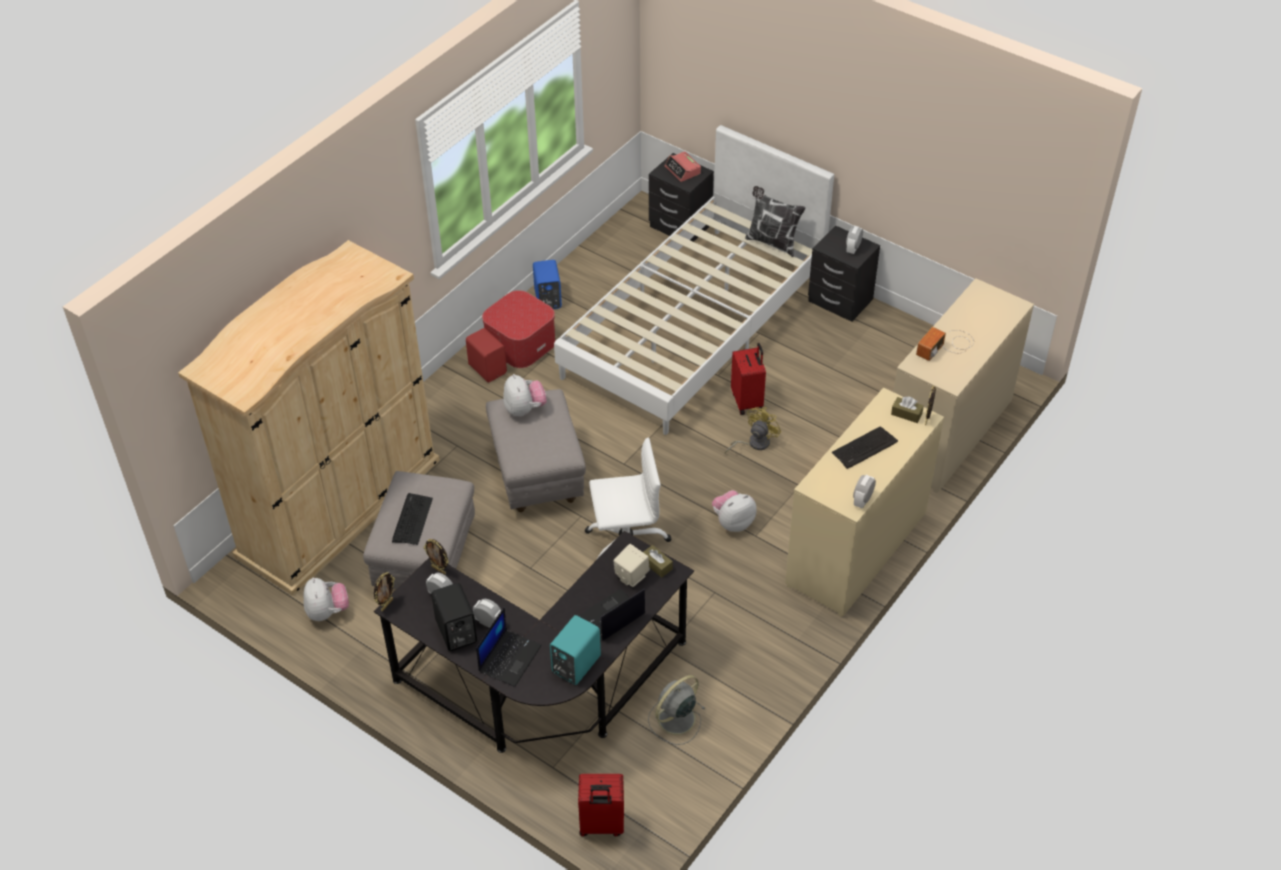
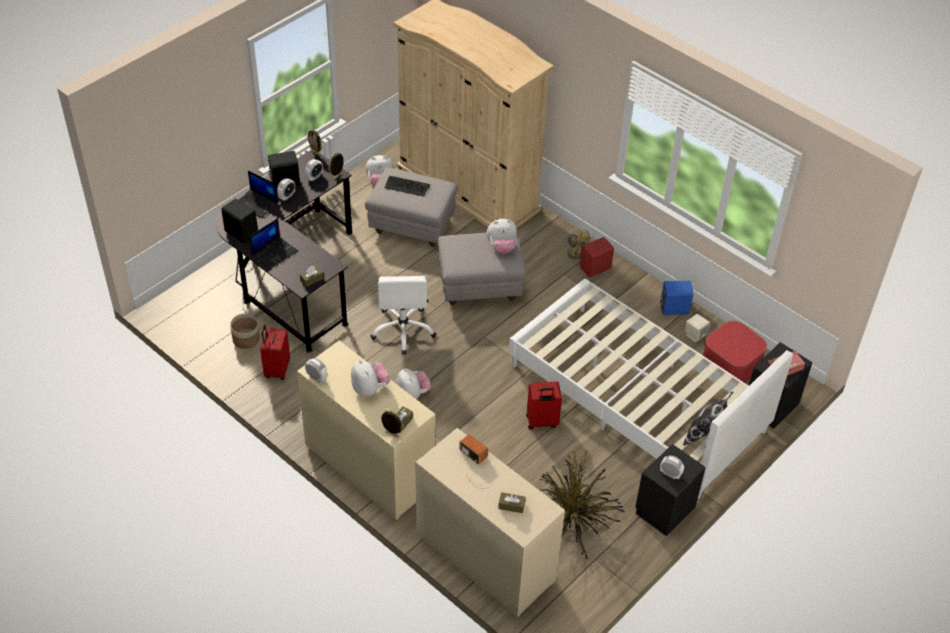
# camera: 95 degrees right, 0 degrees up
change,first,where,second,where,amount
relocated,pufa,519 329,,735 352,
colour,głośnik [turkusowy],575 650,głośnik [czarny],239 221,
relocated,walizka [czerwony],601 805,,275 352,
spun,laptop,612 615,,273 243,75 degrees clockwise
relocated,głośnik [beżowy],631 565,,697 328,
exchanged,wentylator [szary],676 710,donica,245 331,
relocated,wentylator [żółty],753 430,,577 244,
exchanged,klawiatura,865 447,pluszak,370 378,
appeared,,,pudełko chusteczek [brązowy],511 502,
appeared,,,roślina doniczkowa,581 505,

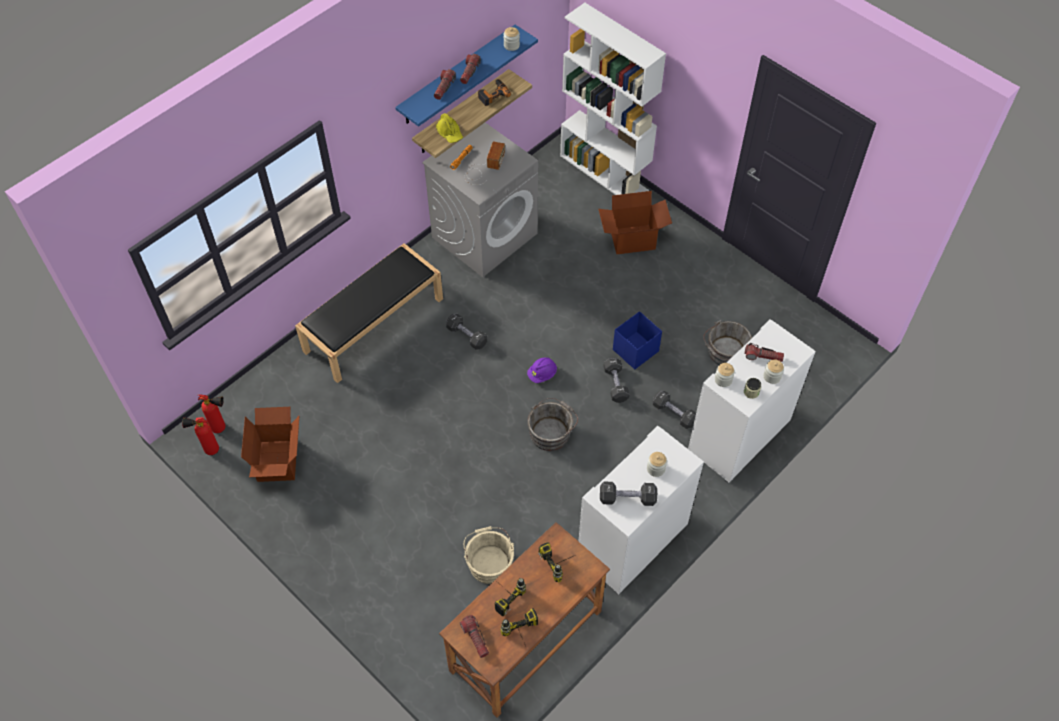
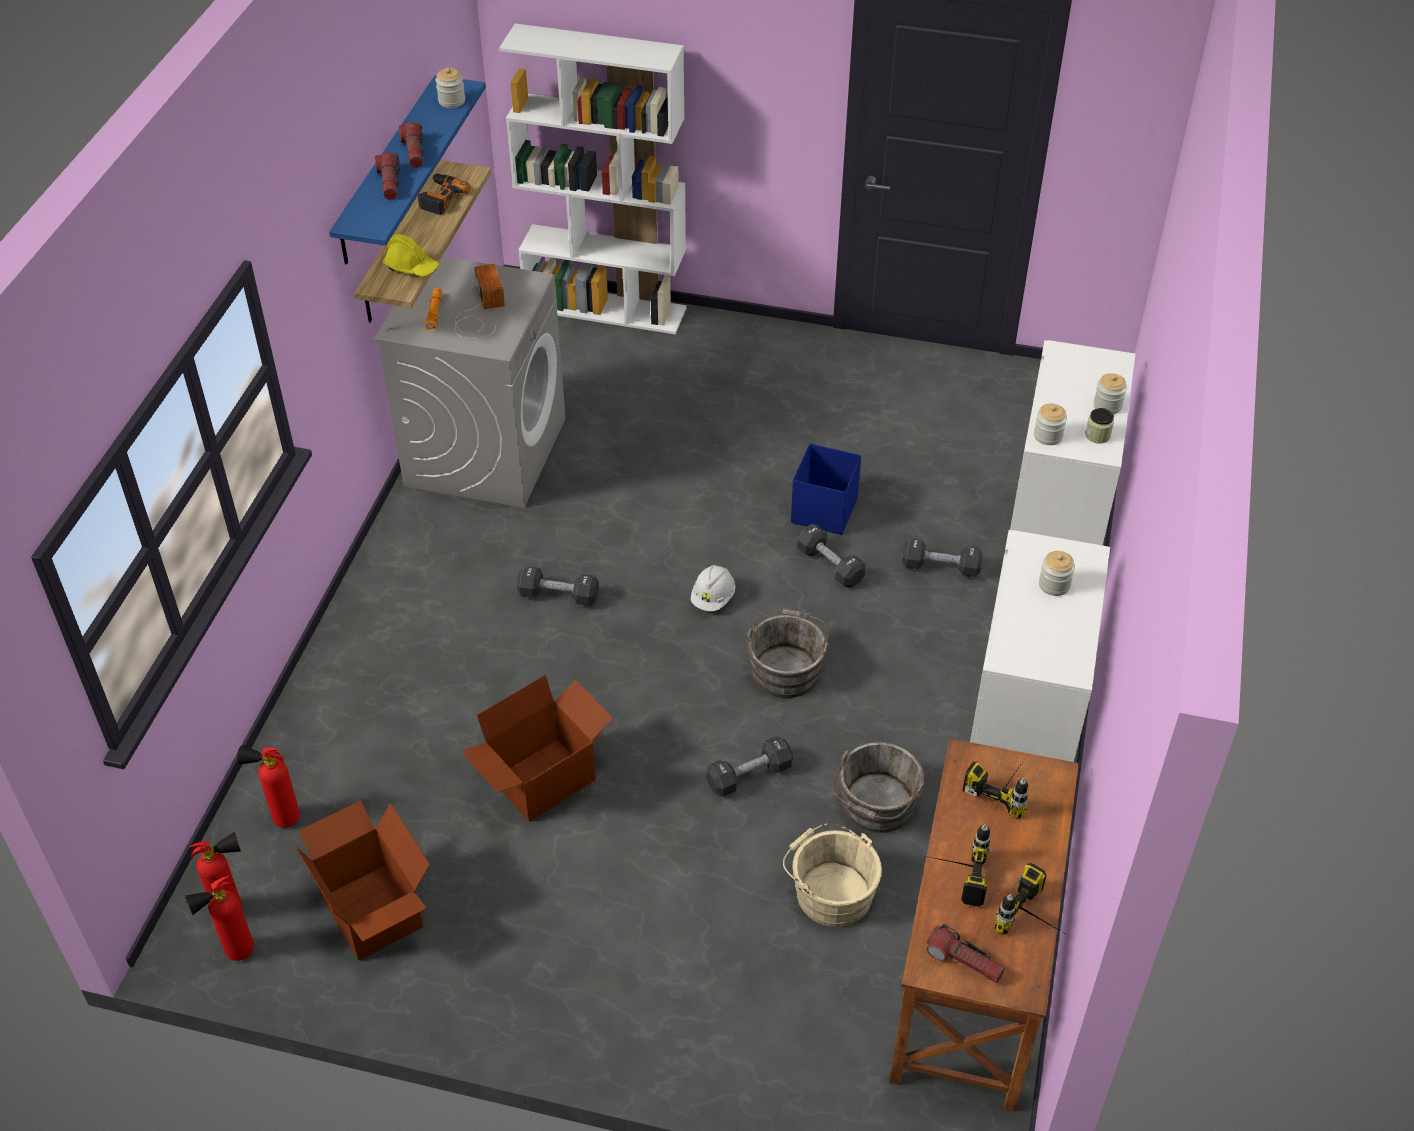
# camera: 30 degrees left, 10 degrees down
change,first,where,second,where,amount
missing,ławka [czarny],369 313,,,
colour,kask [fioletowy],542 370,kask [biały],713 588,
relocated,karton,635 222,,537 748,
relocated,hantel [czarny],628 494,,749 767,
relocated,wiadro [szary],727 342,,878 787,
missing,latarka,764 352,,,
appeared,,,gaśnica,268 786,

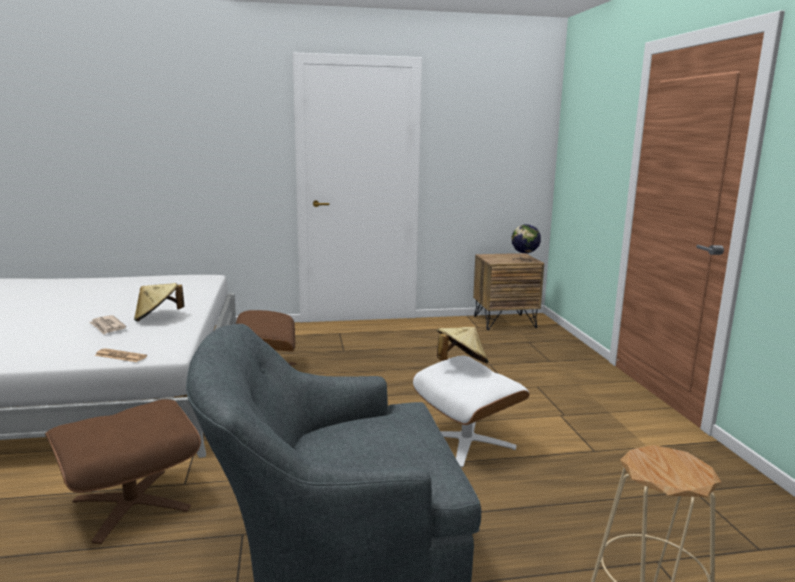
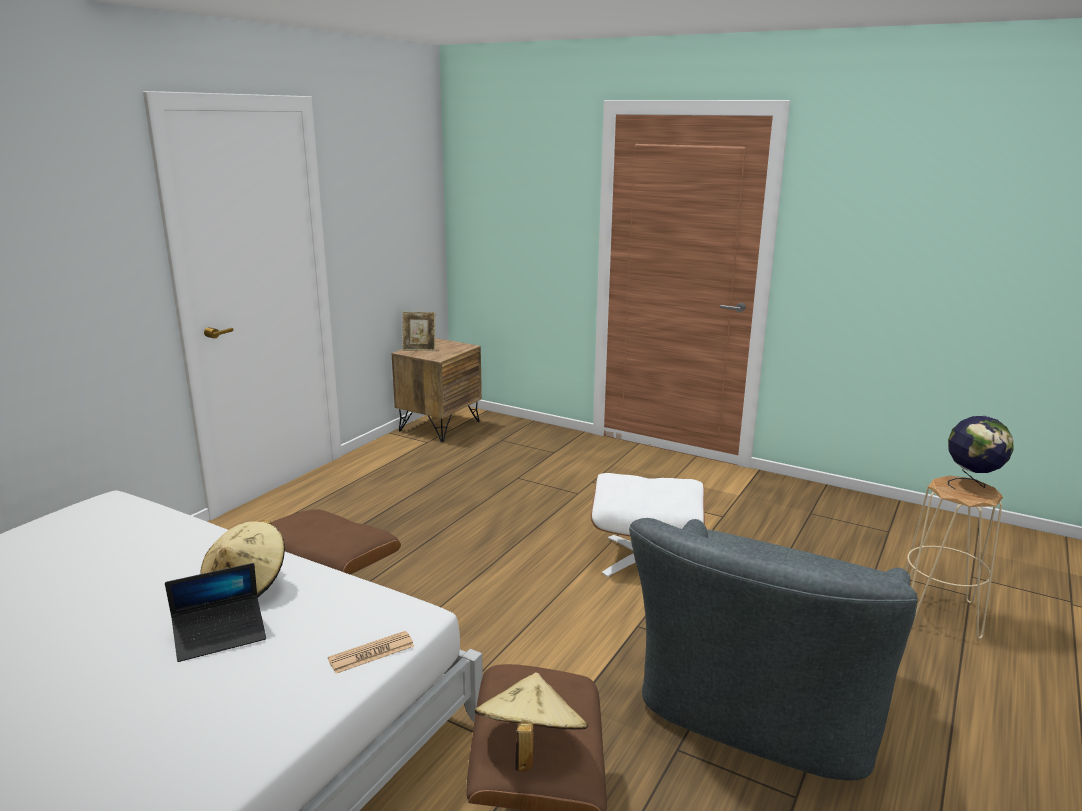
# camera: 50 degrees left, 5 degrees up
change,first,where,second,where,amount
exchanged,gazeta,107 324,laptop,215 612,
relocated,kapelusz [beżowy],463 345,,531 722,
relocated,globus,526 243,,981 452,
appeared,,,ramka na zdjęcie,418 331,

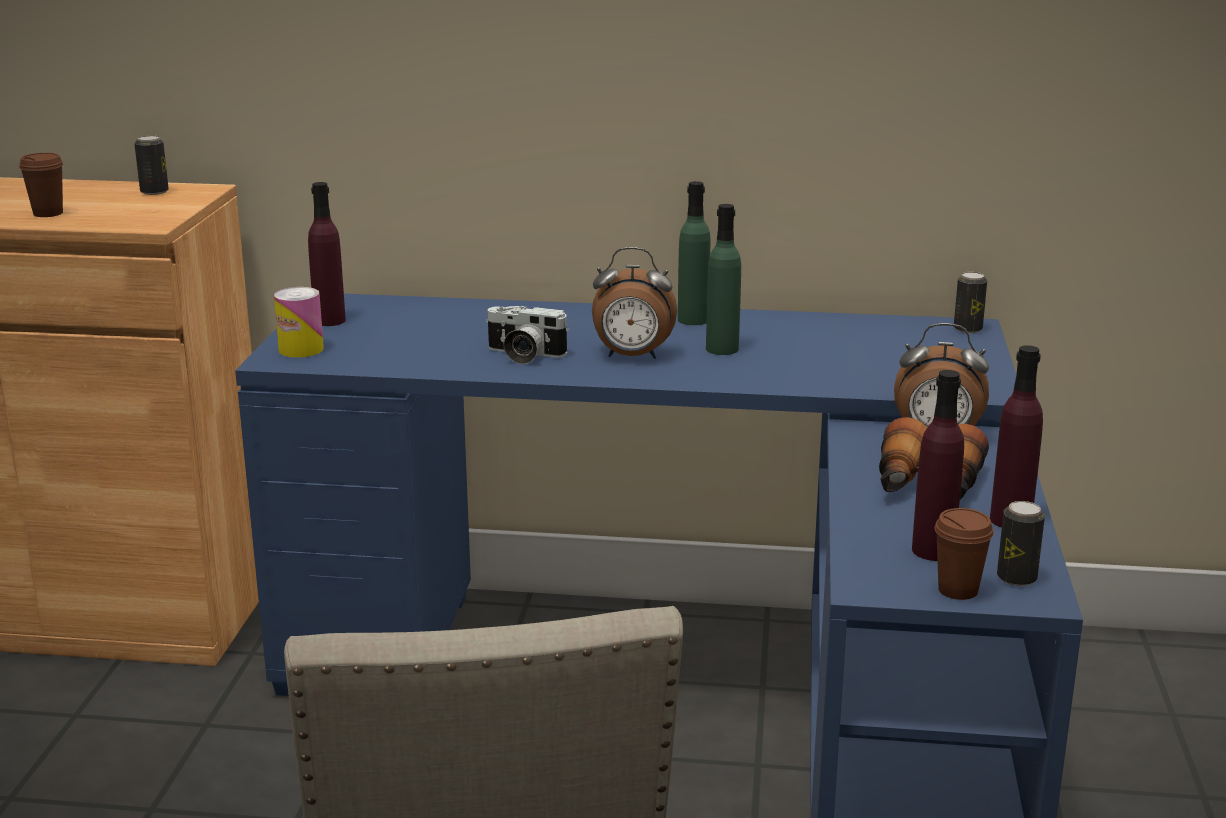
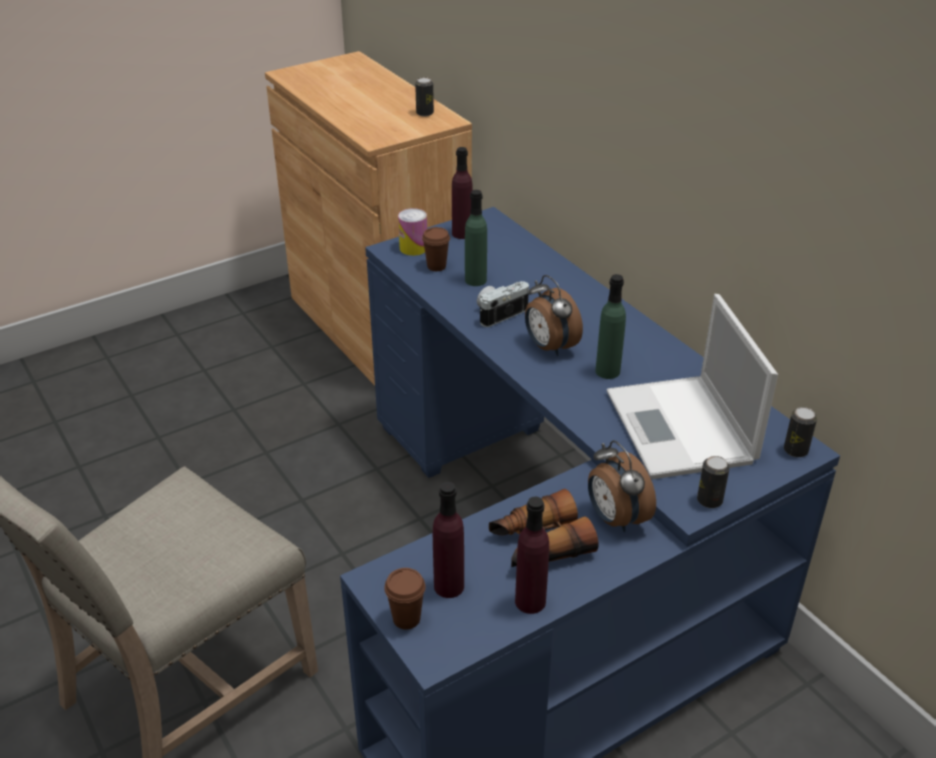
# camera: 50 degrees right, 15 degrees up
change,first,where,second,where,amount
relocated,filiżanka [brązowy],41 185,,436 249,
spun,aparat fotograficzny,527 335,,503 304,75 degrees clockwise
relocated,butelka [zielony],694 253,,476 238,
relocated,puszka,1021 543,,713 482,
appeared,,,laptop,692 386,

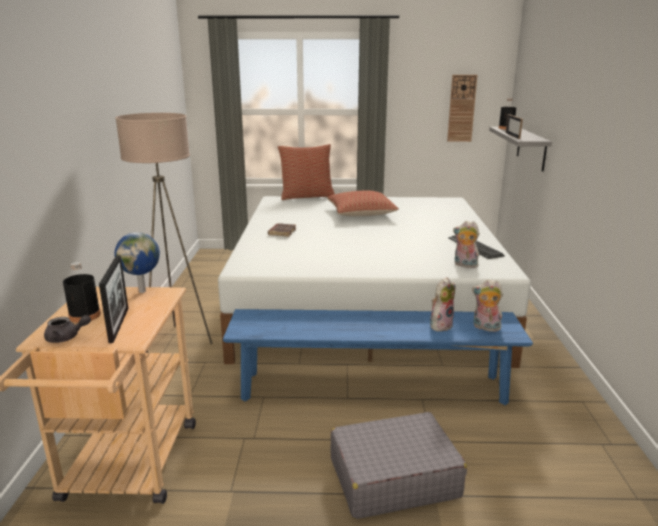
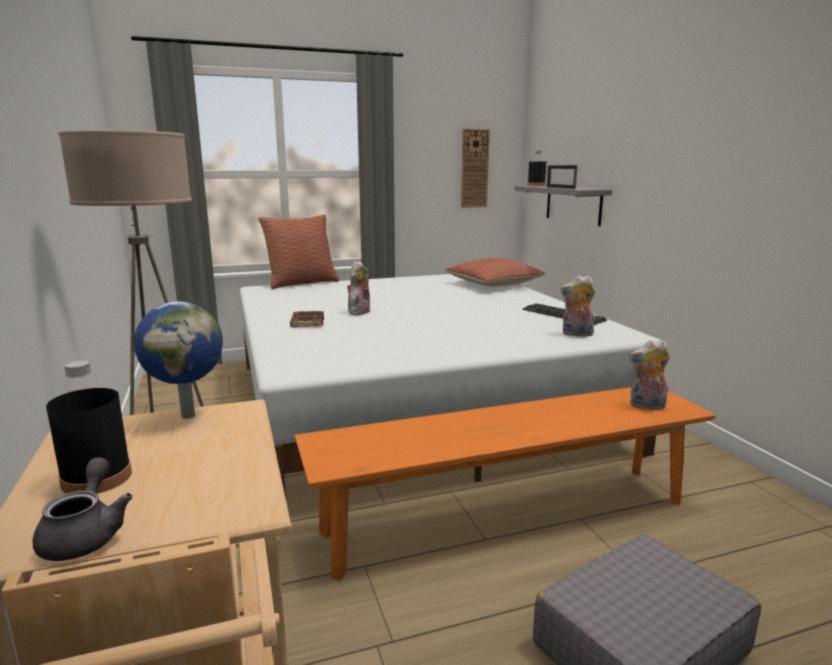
# camera: 20 degrees left, 5 degrees down
change,first,where,second,where,amount
spun,imbryk [szary],67 329,,82 509,75 degrees counterclockwise
missing,ramka na zdjęcie,113 299,,,
colour,ławka [niebieski],378 357,ławka [pomarańczowy],505 484,
relocated,poduszka,363 203,,495 272,
relocated,pluszak,442 304,,359 288,

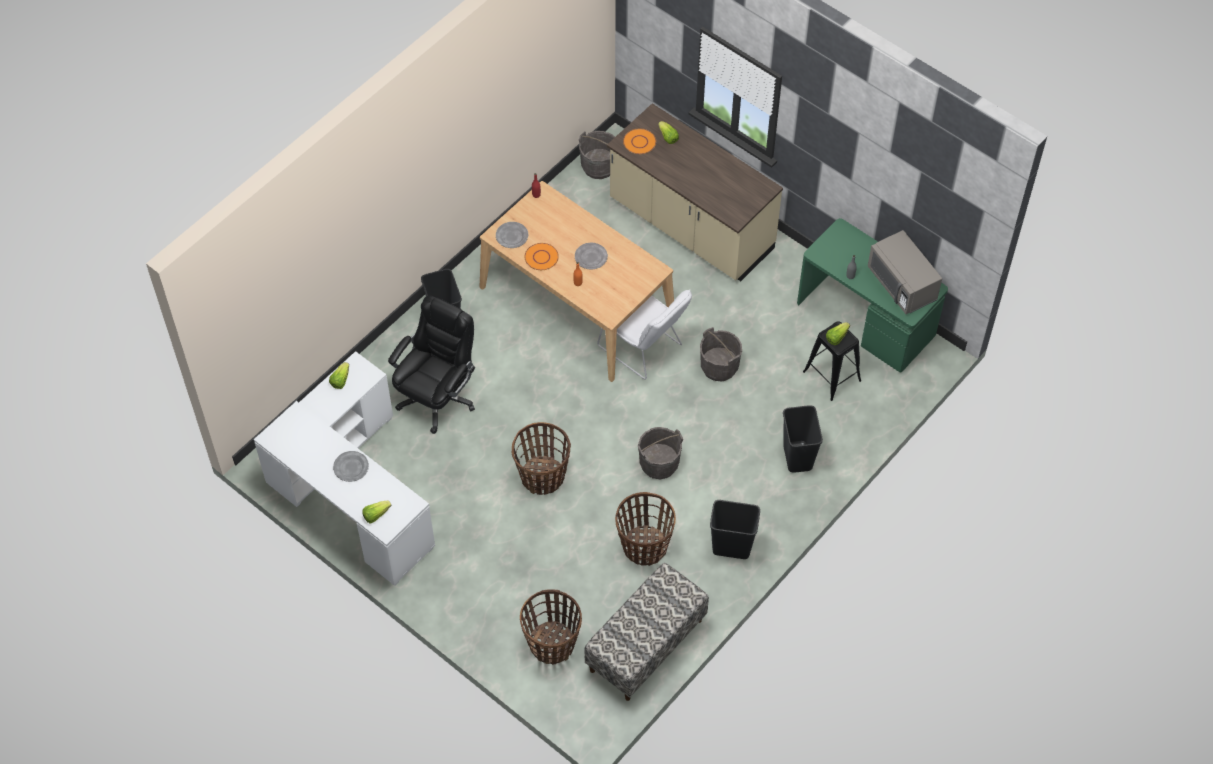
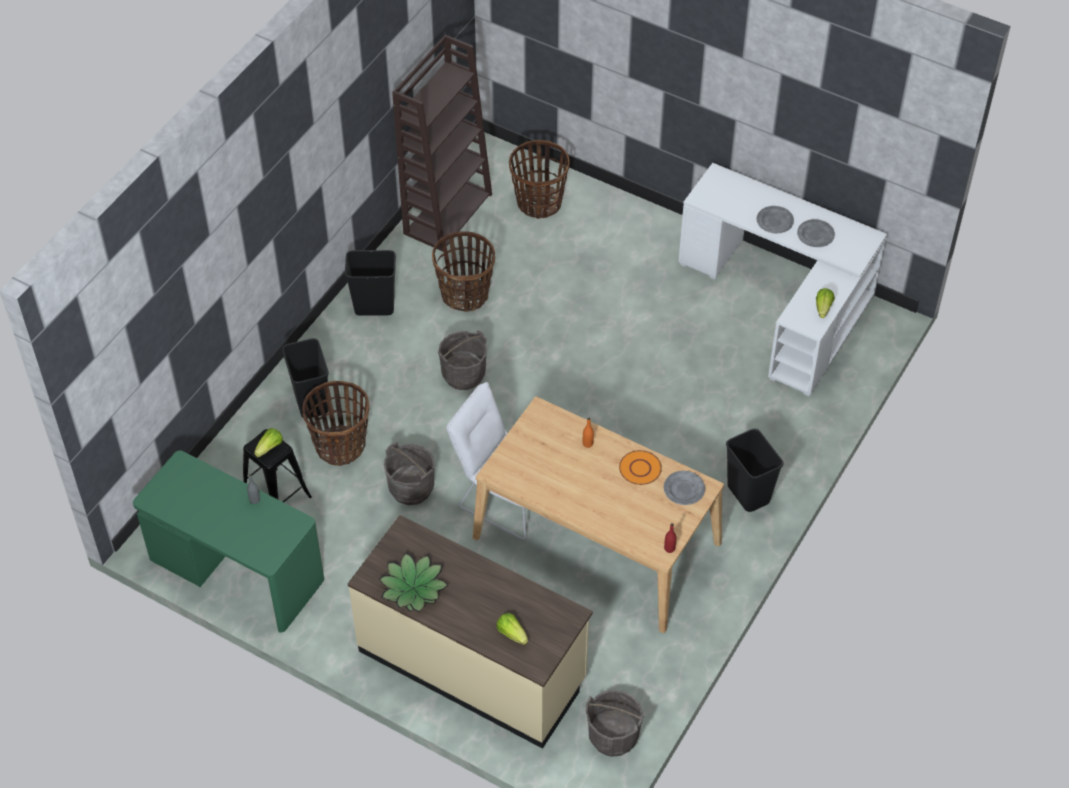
# camera: 170 degrees right, 5 degrees down
change,first,where,second,where,amount
missing,sałata,376 512,,,
missing,krzesło biurowe [czarny],431 364,,,
relocated,koszyk,541 458,,335 423,
relocated,talerz [szary],591 256,,816 233,
exchanged,ławka,646 632,regał [brązowy],442 143,
missing,talerz [pomarańczowy],639 141,,,
missing,mikrofalówka [szary],905 272,,,
appeared,,,roślina doniczkowa,413 582,

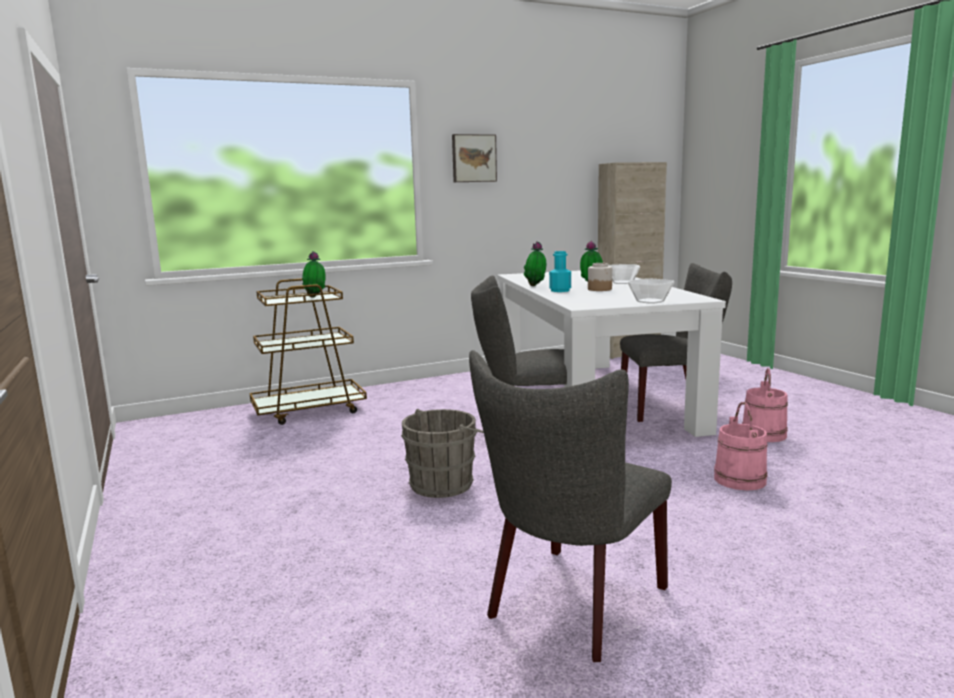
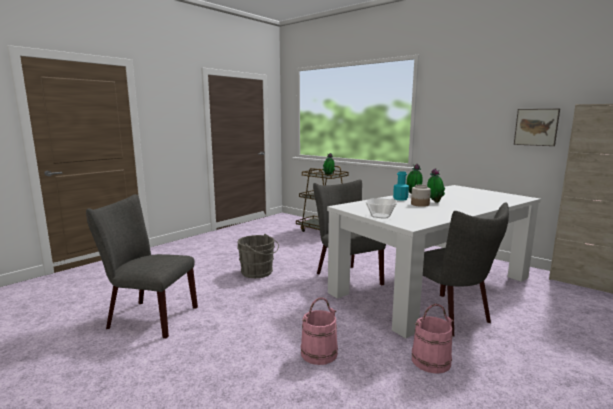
# camera: 65 degrees right, 0 degrees up
change,first,where,second,where,amount
relocated,obraz,474 158,,537 127,
missing,miska,624 274,,,

